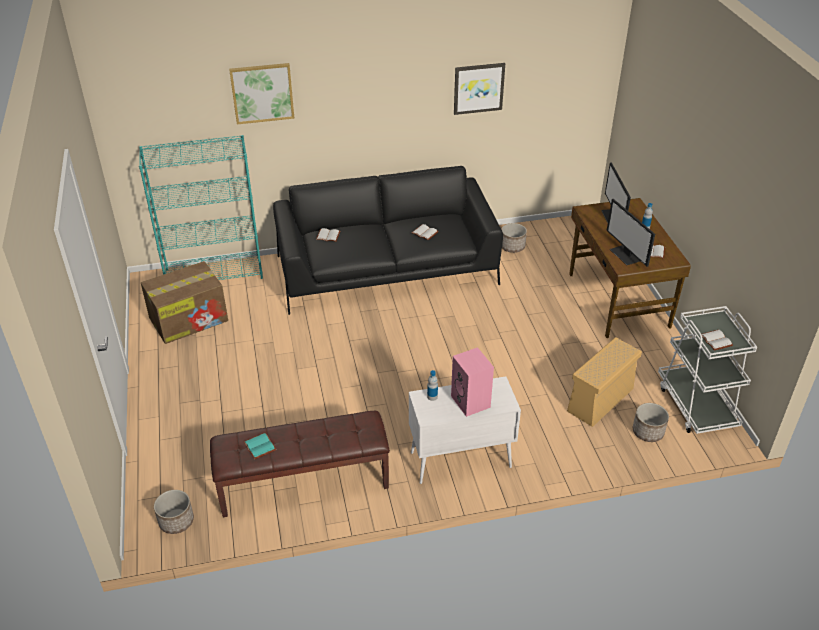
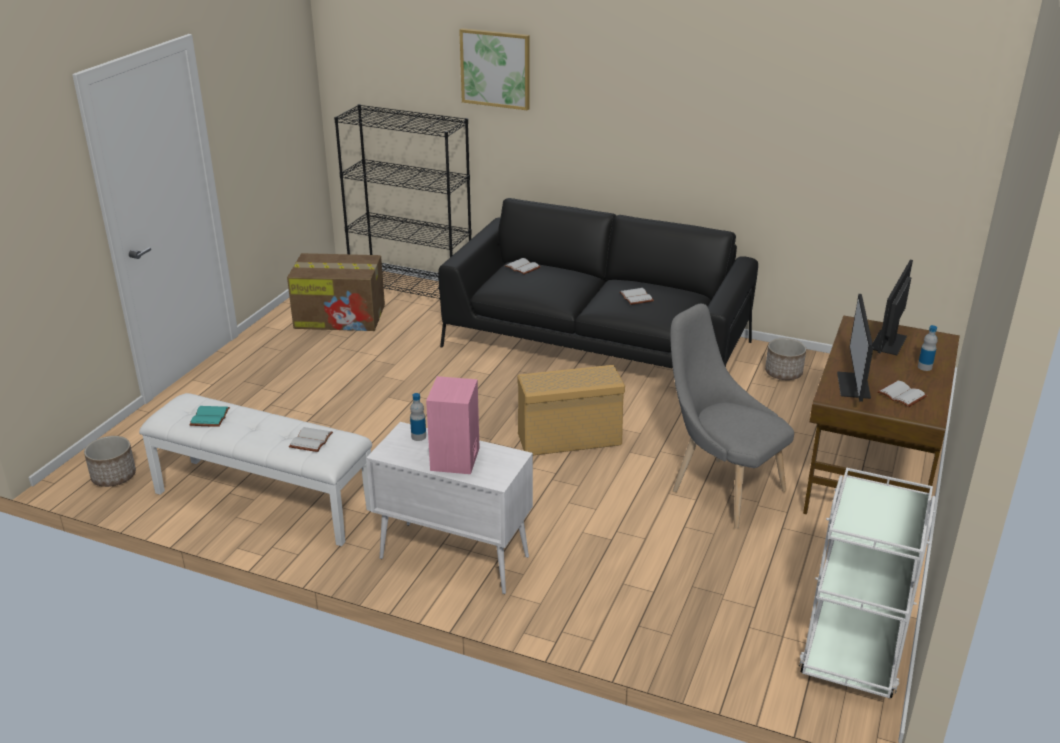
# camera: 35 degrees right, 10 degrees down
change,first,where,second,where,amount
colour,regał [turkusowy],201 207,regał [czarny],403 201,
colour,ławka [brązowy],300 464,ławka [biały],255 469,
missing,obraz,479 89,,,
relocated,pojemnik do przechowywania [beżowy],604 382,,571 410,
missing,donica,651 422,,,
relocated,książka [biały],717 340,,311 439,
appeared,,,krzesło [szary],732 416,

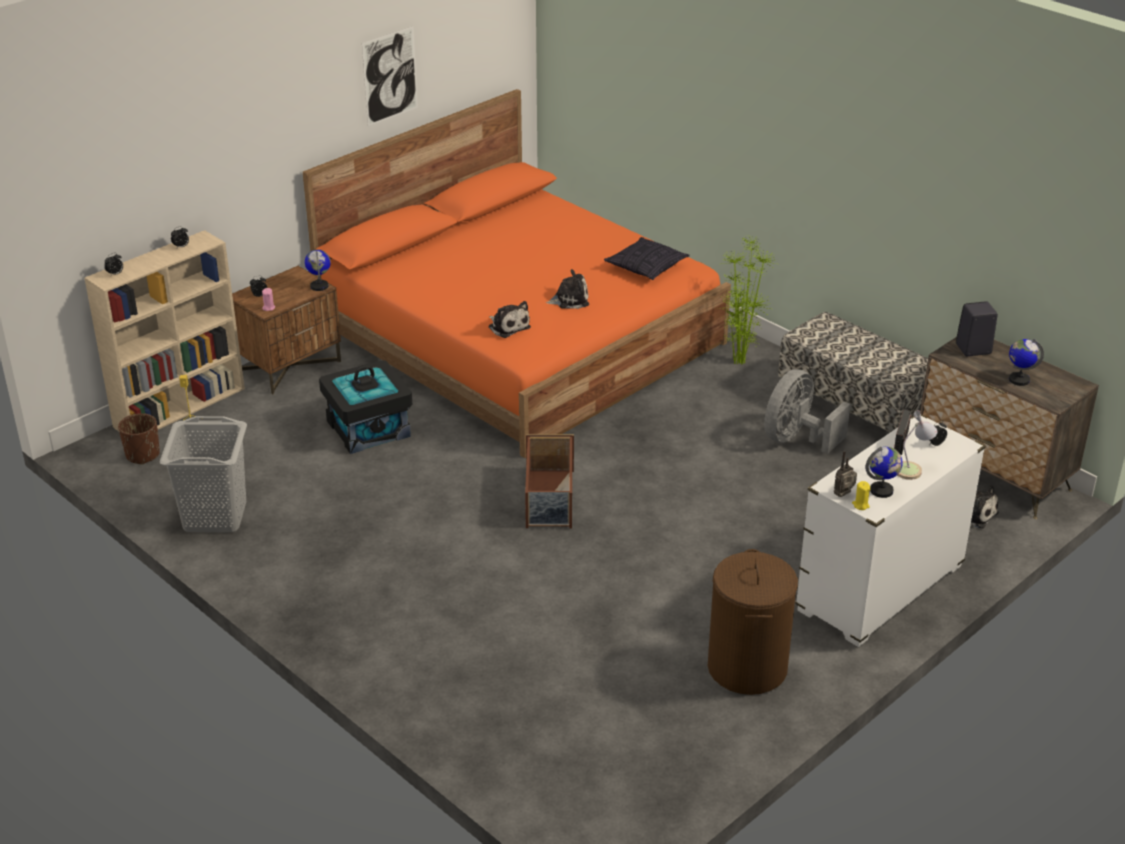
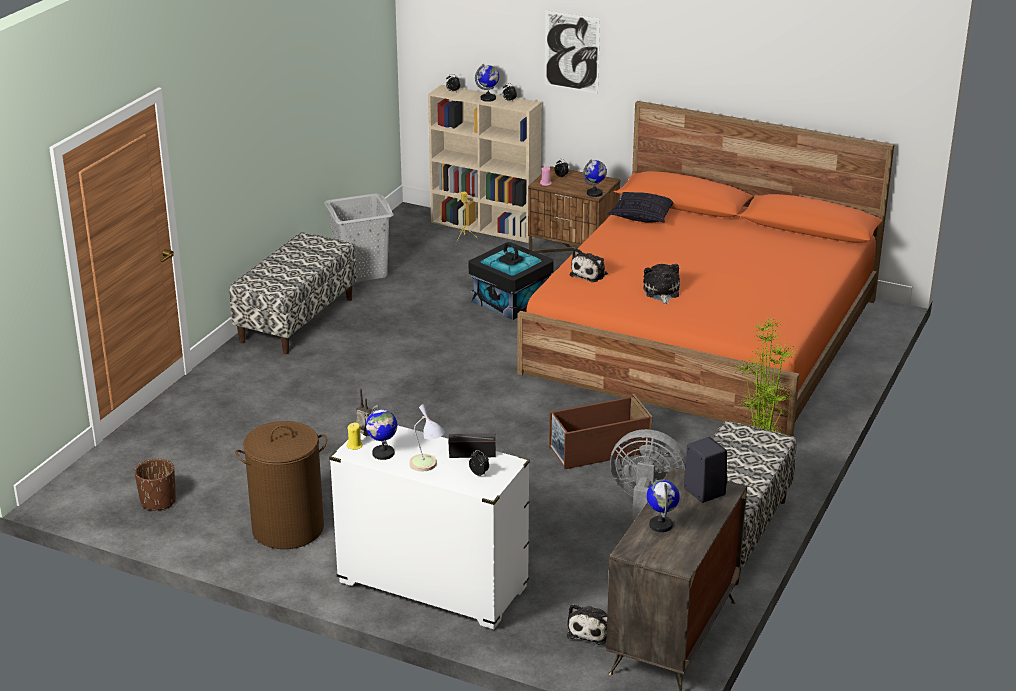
# camera: 70 degrees right, 5 degrees down
change,first,where,second,where,amount
relocated,donica [brązowy],139 439,,155 485,
relocated,obraz,390 76,,572 52,
relocated,pojemnik do przechowywania [brązowy],549 481,,600 431,
spun,pluszak,567 289,,661 284,150 degrees counterclockwise
relocated,poduszka,647 258,,640 207,
appeared,,,ławka,293 293,
appeared,,,globus,487 83,

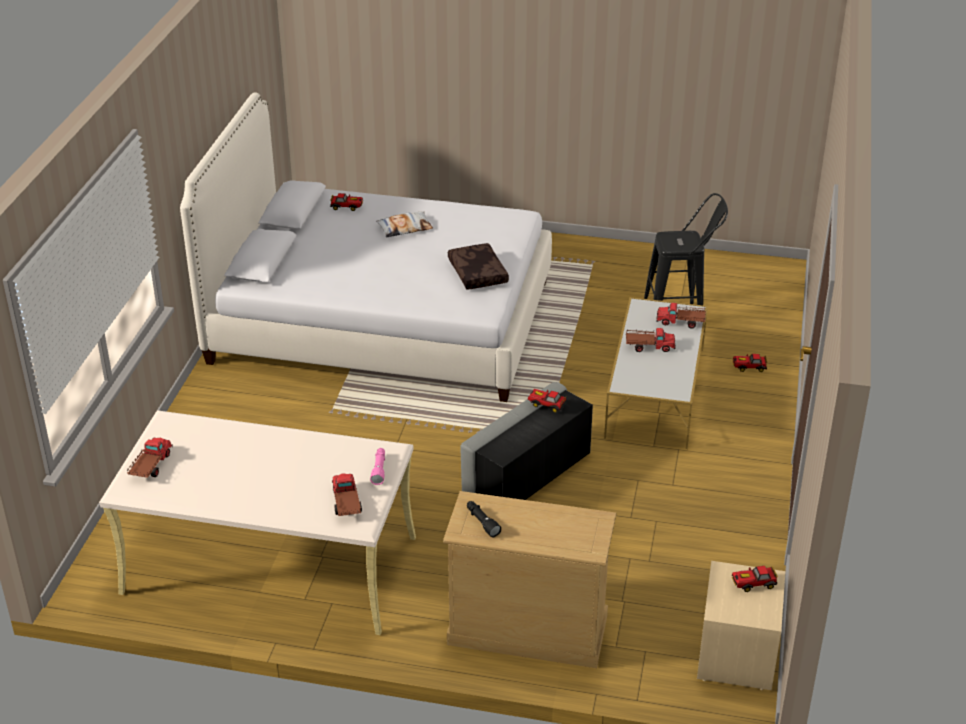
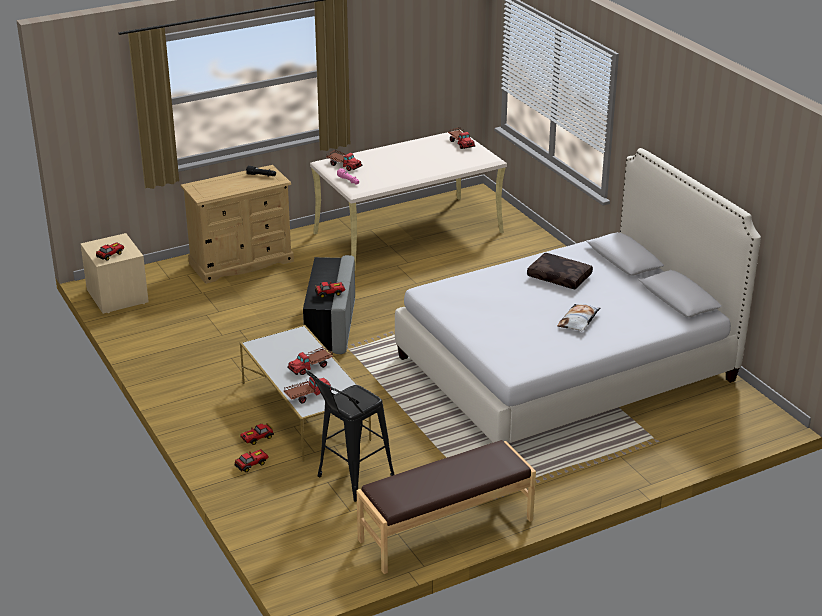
# camera: 140 degrees right, 5 degrees down
change,first,where,second,where,amount
relocated,samochodzik,346 202,,257 434,
relocated,poduszka [brązowy],478 266,,560 271,
appeared,,,ławka [brązowy],446 507,

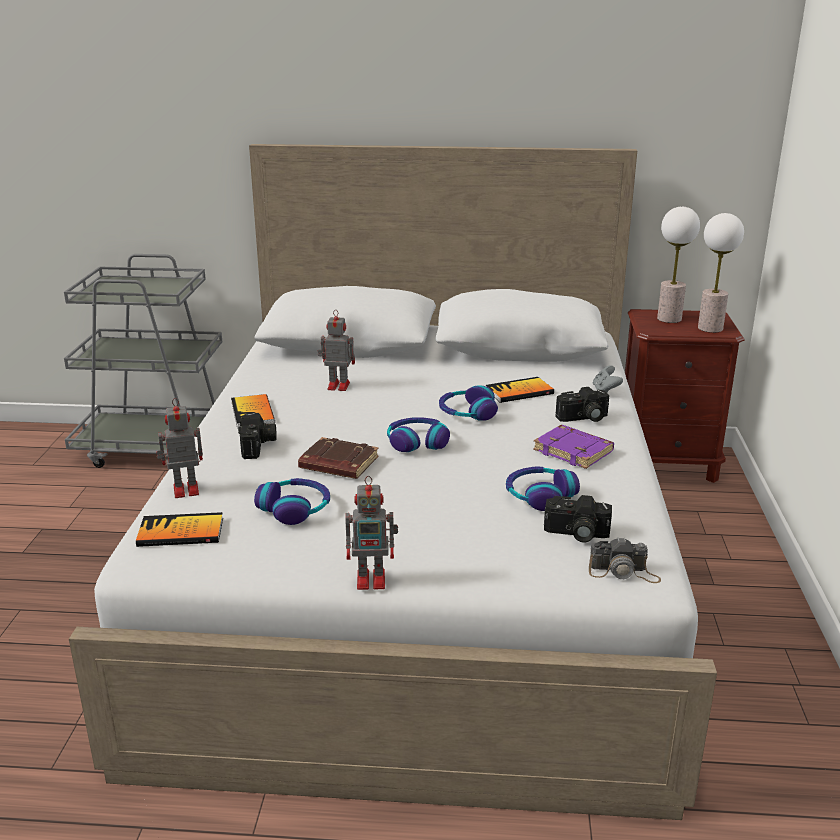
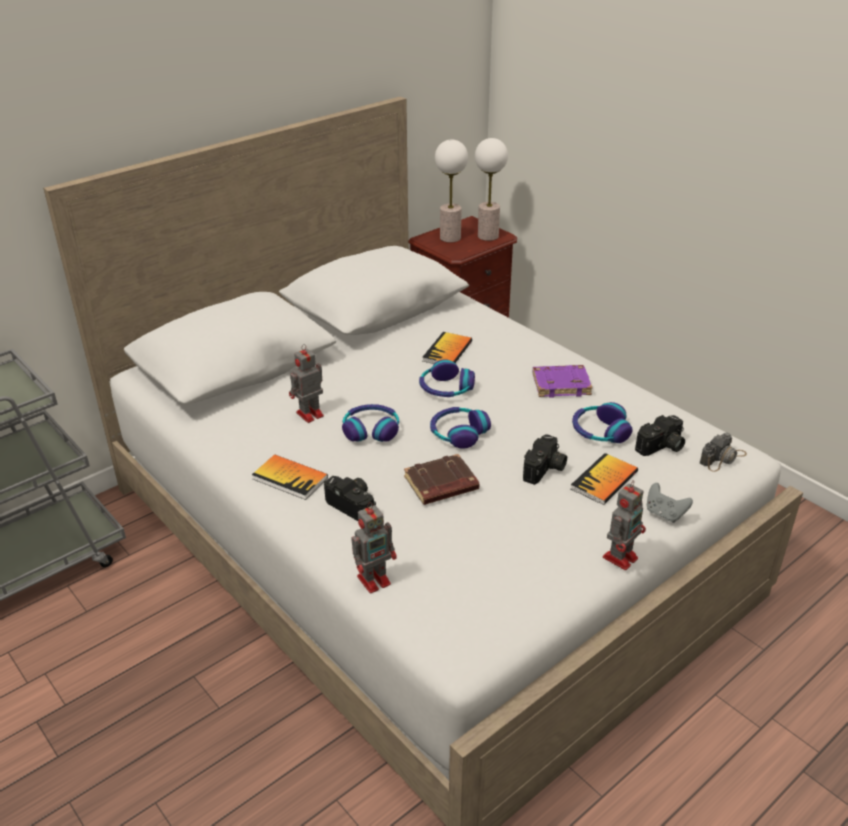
# camera: 45 degrees left, 10 degrees up
change,first,where,second,where,amount
relocated,książka,179 529,,604 479,
spun,robot zabawkowy,179 448,,374 547,150 degrees counterclockwise
relocated,słuchawki,292 501,,370 423,
relocated,aparat fotograficzny,582 404,,545 459,
relocated,pad do gier [szary],608 379,,670 503,

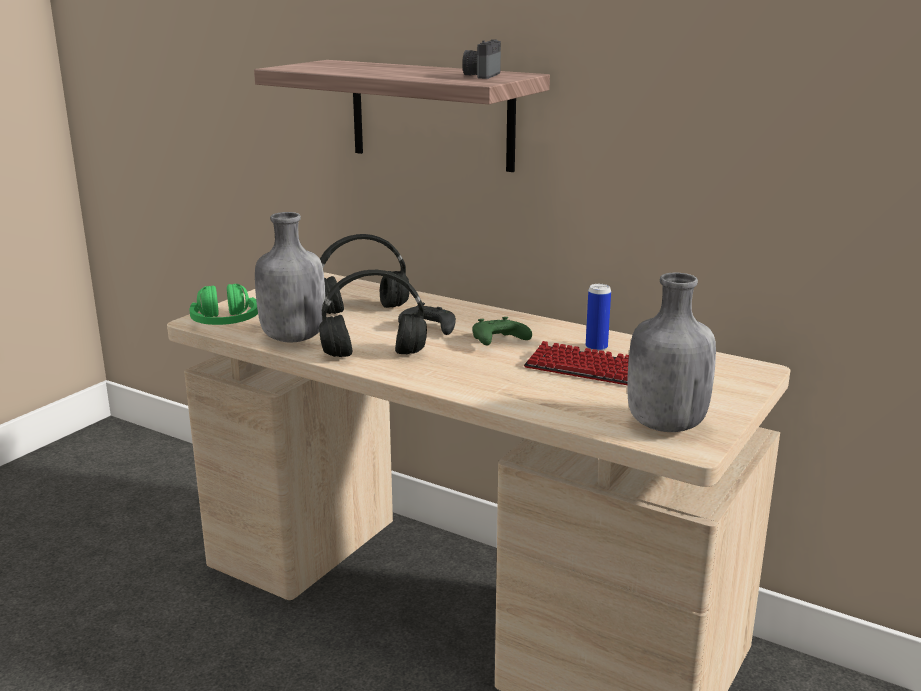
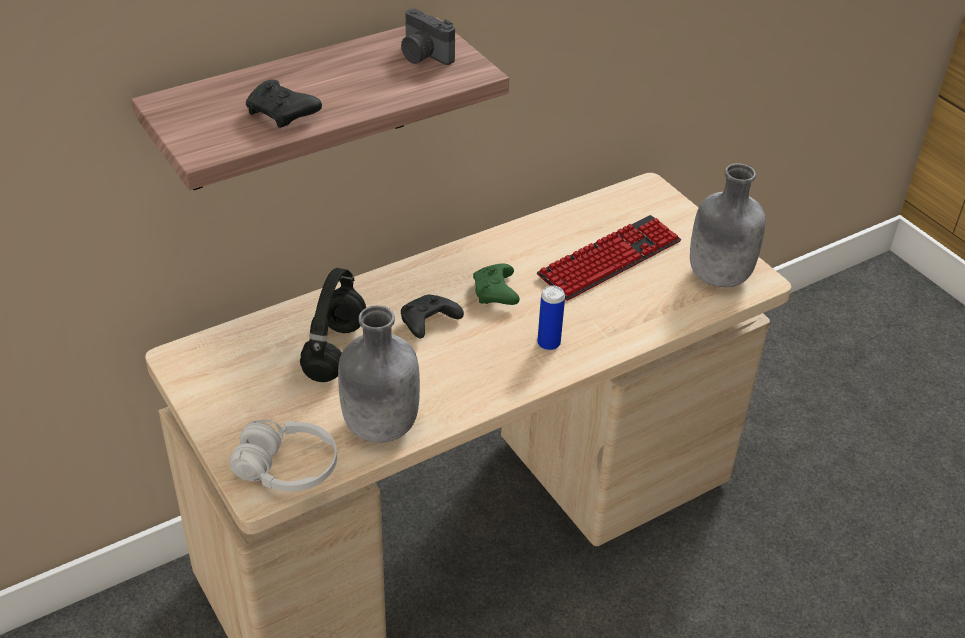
# camera: 65 degrees left, 20 degrees up
change,first,where,second,where,amount
colour,słuchawki [zielony],223 304,słuchawki [biały],283 456,
missing,słuchawki [czarny],373 313,,,
relocated,puszka,598 318,,551 318,
appeared,,,pad do gier [czarny],284 104,

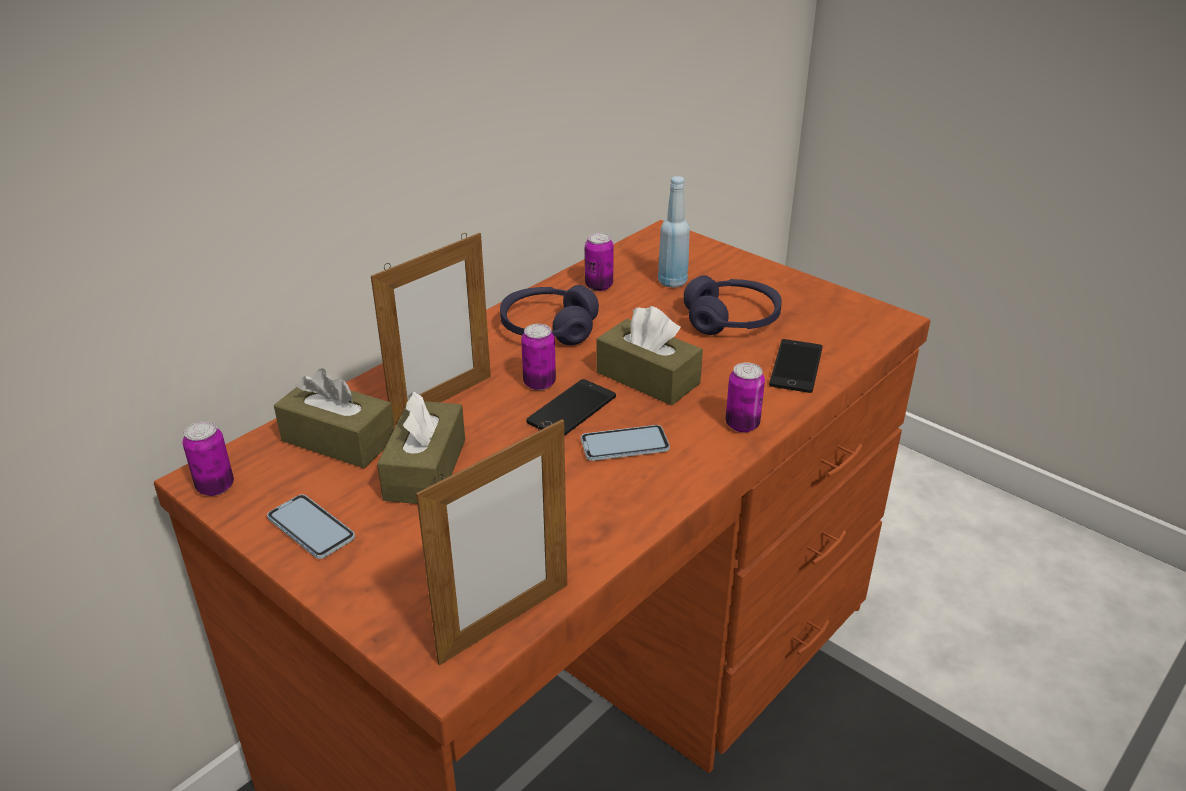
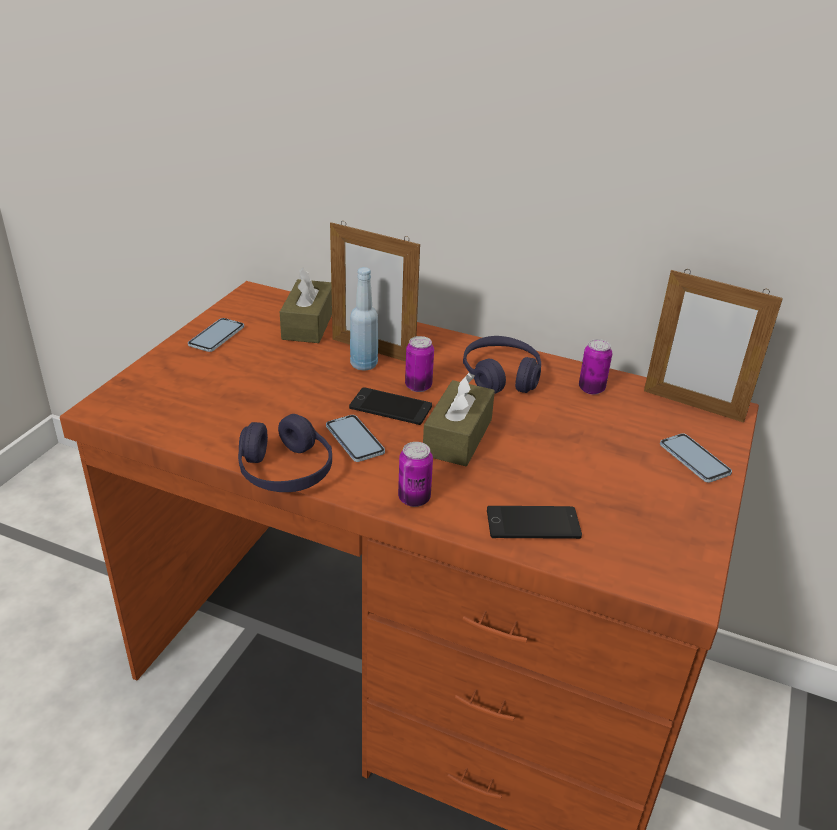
# camera: 70 degrees right, 0 degrees up
change,first,where,second,where,amount
missing,puszka,208 458,,,
missing,pudełko chusteczek [brązowy],421 448,,,
relocated,ramka na zdjęcie,491 542,,713 346,
relocated,butelka [niebieski],674 232,,364 319,
relocated,słuchawki [fioletowy],733 305,,285 453,
appeared,,,telefon,696 458,

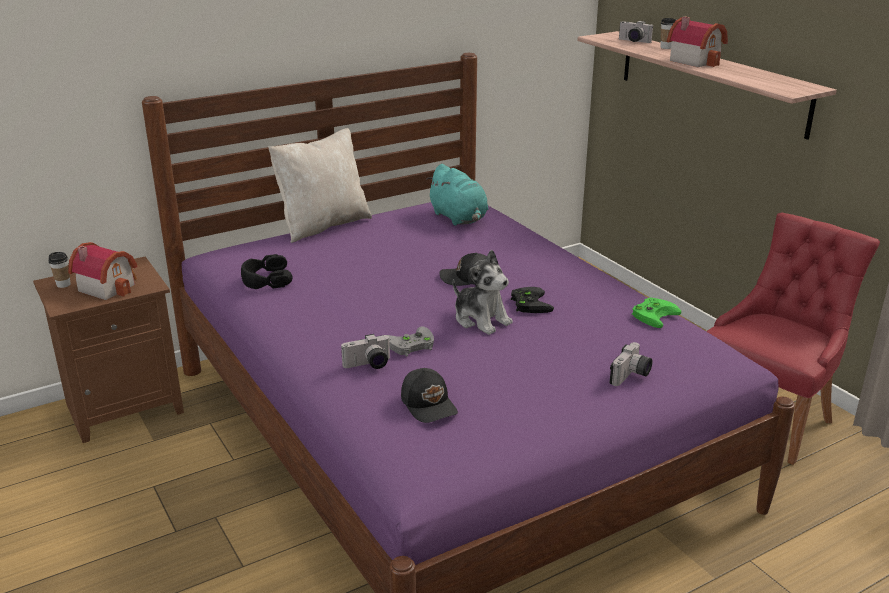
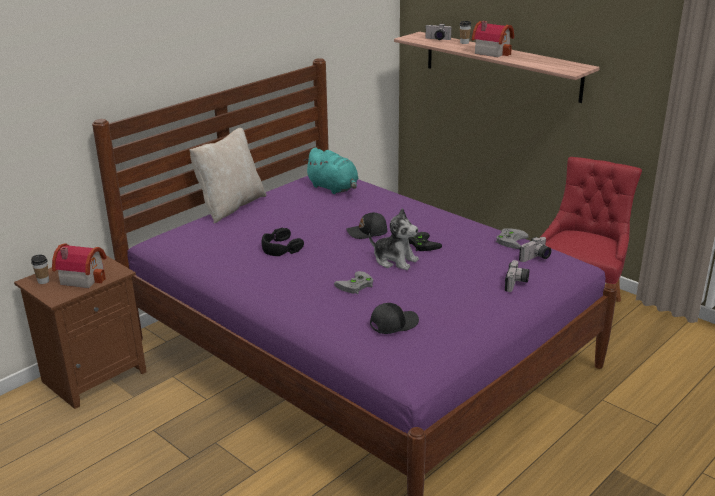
# camera: 15 degrees left, 0 degrees up
change,first,where,second,where,amount
relocated,słuchawki [czarny],267 271,,283 242,
relocated,aparat fotograficzny,366 351,,535 249,
spun,czapka z daszkiem [czarny],429 395,,394 318,75 degrees counterclockwise
colour,pad do gier [zielony],656 312,pad do gier [szary],512 238,

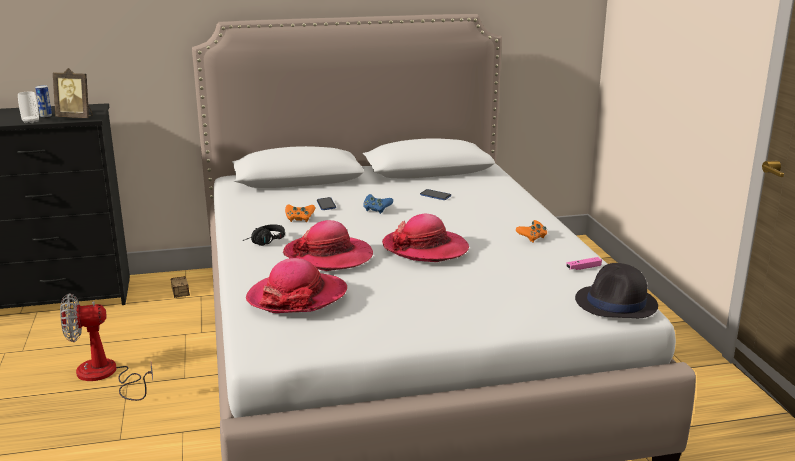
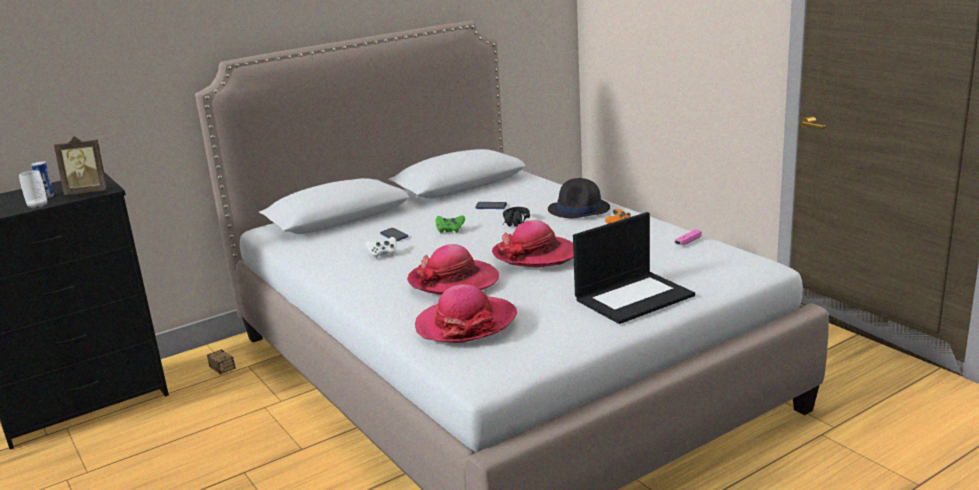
# camera: 20 degrees left, 0 degrees up
change,first,where,second,where,amount
missing,wentylator,106 347,,,
relocated,słuchawki [czarny],263 235,,516 217,
colour,pad do gier [pomarańczowy],300 213,pad do gier [biały],381 248,
colour,pad do gier [niebieski],378 204,pad do gier [zielony],450 224,
relocated,kapelusz [czarny],616 290,,579 198,
appeared,,,laptop,634 268,

